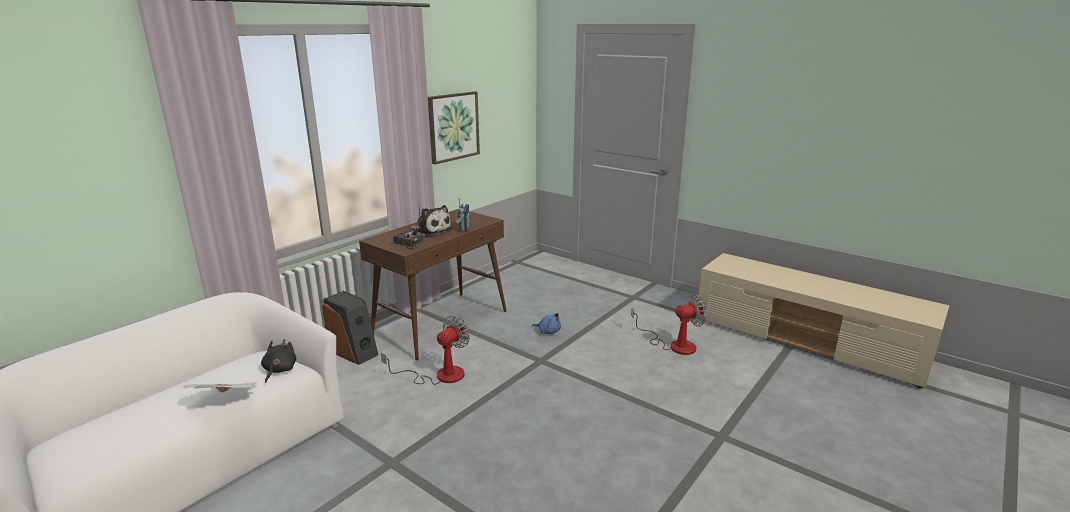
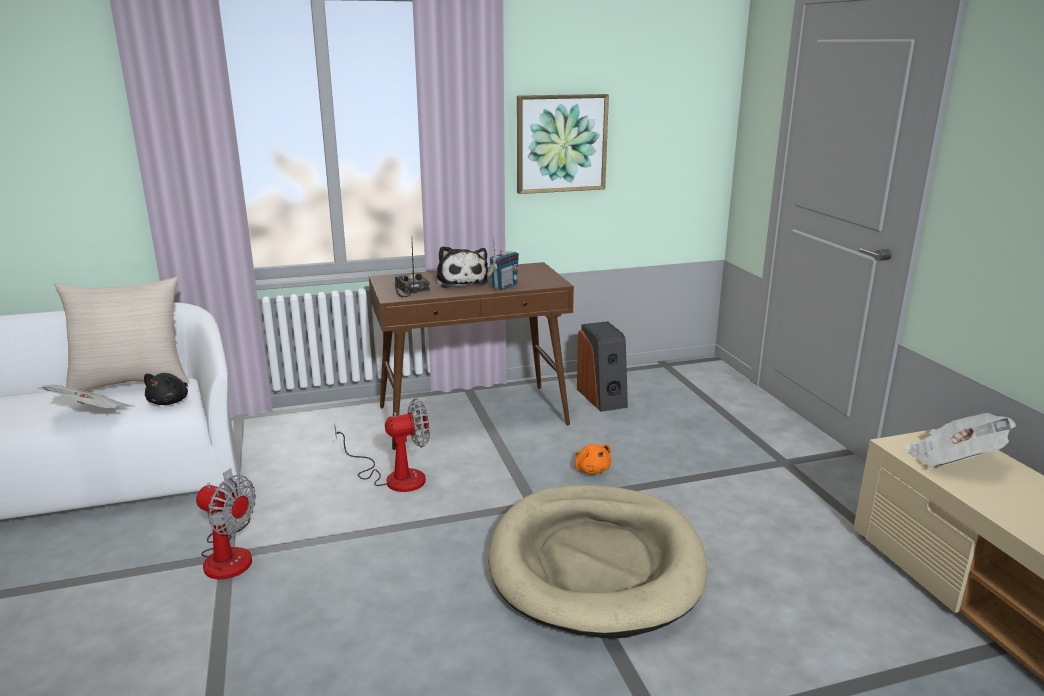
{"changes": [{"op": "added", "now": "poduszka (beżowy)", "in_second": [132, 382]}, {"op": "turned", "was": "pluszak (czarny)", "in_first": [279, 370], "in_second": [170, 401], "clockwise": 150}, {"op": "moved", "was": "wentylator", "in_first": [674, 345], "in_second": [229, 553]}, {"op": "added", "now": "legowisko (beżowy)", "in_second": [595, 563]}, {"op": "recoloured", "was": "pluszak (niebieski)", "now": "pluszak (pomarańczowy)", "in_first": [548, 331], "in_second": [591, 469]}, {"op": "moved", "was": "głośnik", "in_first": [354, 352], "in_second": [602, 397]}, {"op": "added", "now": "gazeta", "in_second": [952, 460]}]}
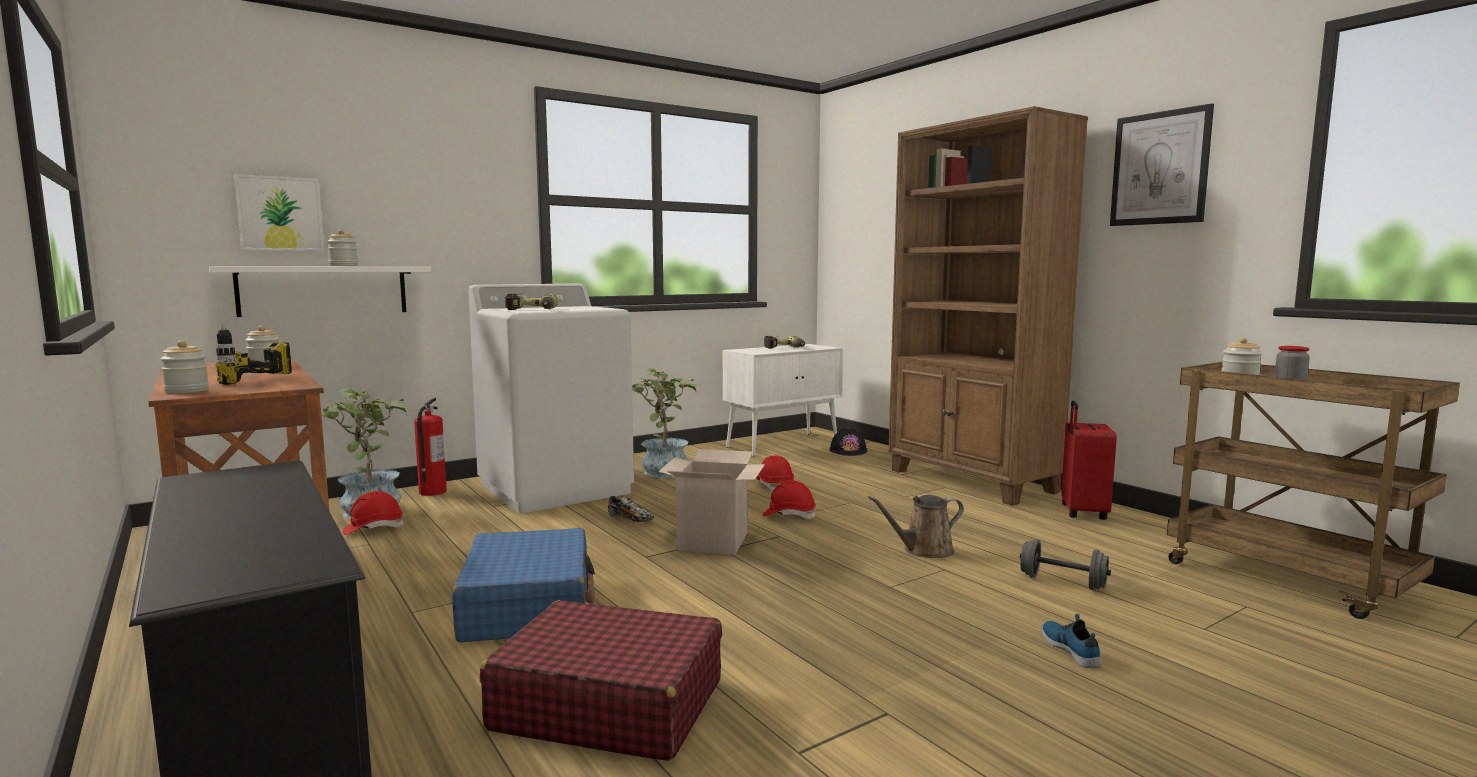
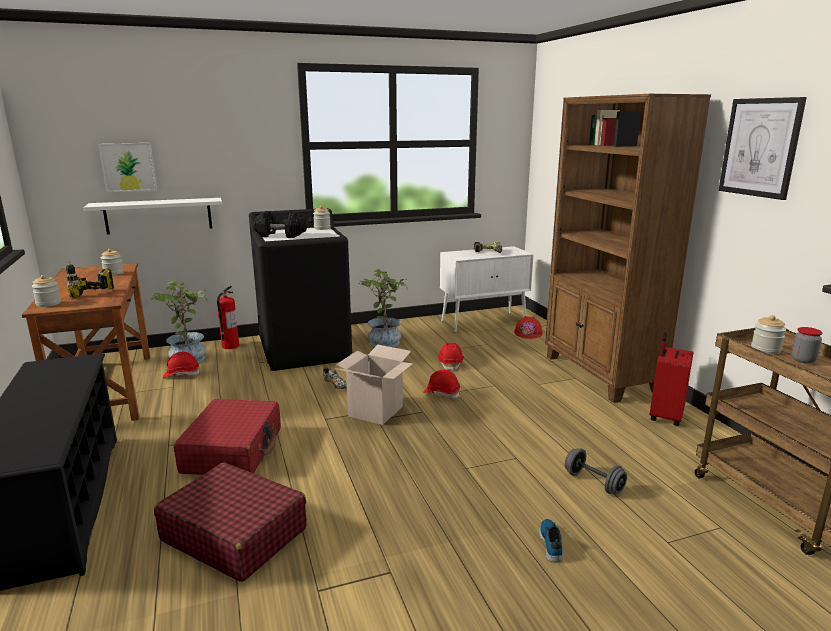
{"changes": [{"op": "recoloured", "was": "walizka (niebieski)", "now": "walizka (czerwony)", "in_first": [528, 606], "in_second": [233, 450]}, {"op": "recoloured", "was": "pralka (biały)", "now": "pralka (czarny)", "in_first": [556, 488], "in_second": [305, 351]}, {"op": "replaced", "was": "wiertarka", "now": "hantel (czarny)", "in_first": [531, 310], "in_second": [280, 235]}, {"op": "moved", "was": "słoik", "in_first": [343, 265], "in_second": [322, 228]}, {"op": "recoloured", "was": "kask (czarny)", "now": "kask (czerwony)", "in_first": [848, 450], "in_second": [528, 333]}, {"op": "removed", "was": "konewka (brązowy)", "in_first": [923, 551]}]}
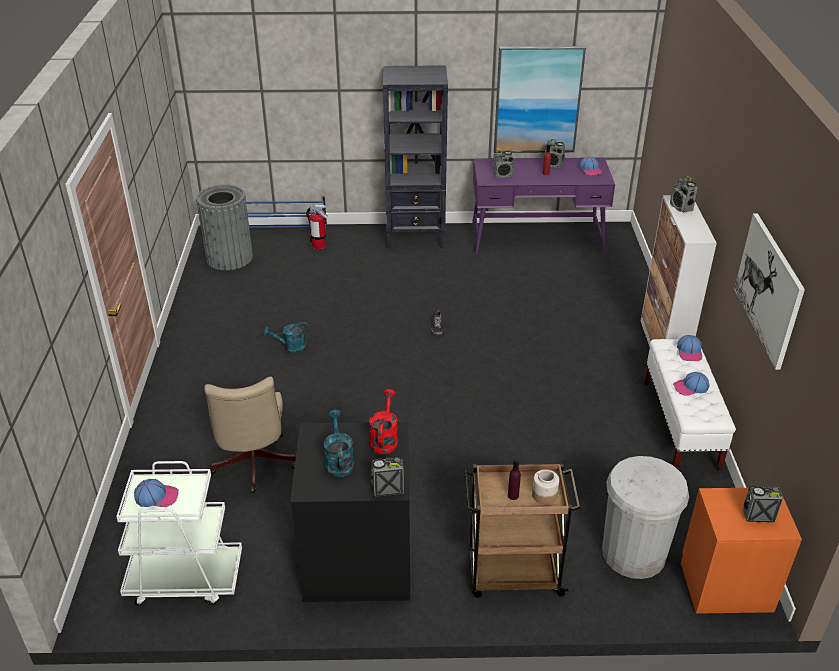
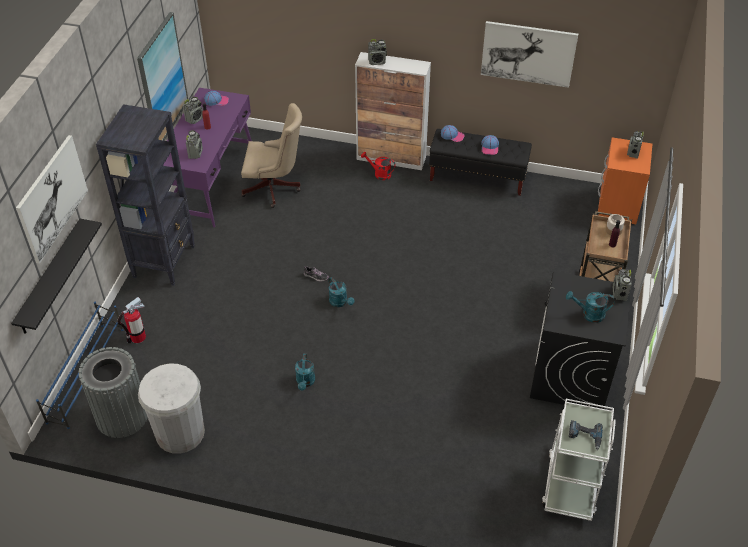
{"changes": [{"op": "added", "now": "półka (czarny)", "in_second": [50, 277]}, {"op": "added", "now": "obraz", "in_second": [52, 198]}, {"op": "moved", "was": "kosz na śmieci (biały)", "in_first": [633, 553], "in_second": [180, 433]}, {"op": "moved", "was": "krzesło biurowe (beżowy)", "in_first": [253, 466], "in_second": [274, 188]}, {"op": "added", "now": "konewka (turkusowy)", "in_second": [340, 302]}, {"op": "moved", "was": "konewka (czerwony)", "in_first": [384, 439], "in_second": [379, 174]}, {"op": "recoloured", "was": "ławka (biały)", "now": "ławka (czarny)", "in_first": [680, 425], "in_second": [477, 177]}, {"op": "replaced", "was": "czapka z daszkiem", "now": "wiertarka", "in_first": [157, 496], "in_second": [585, 436]}]}
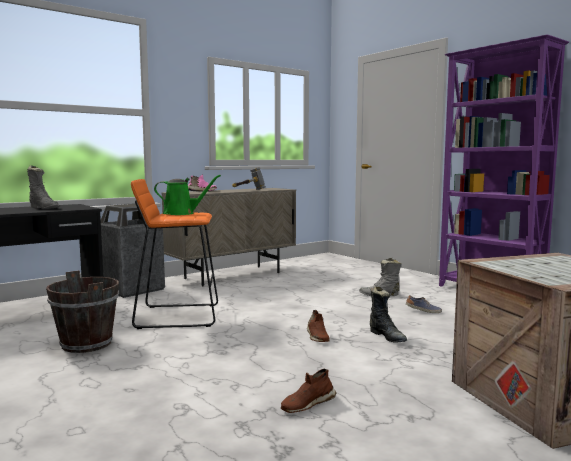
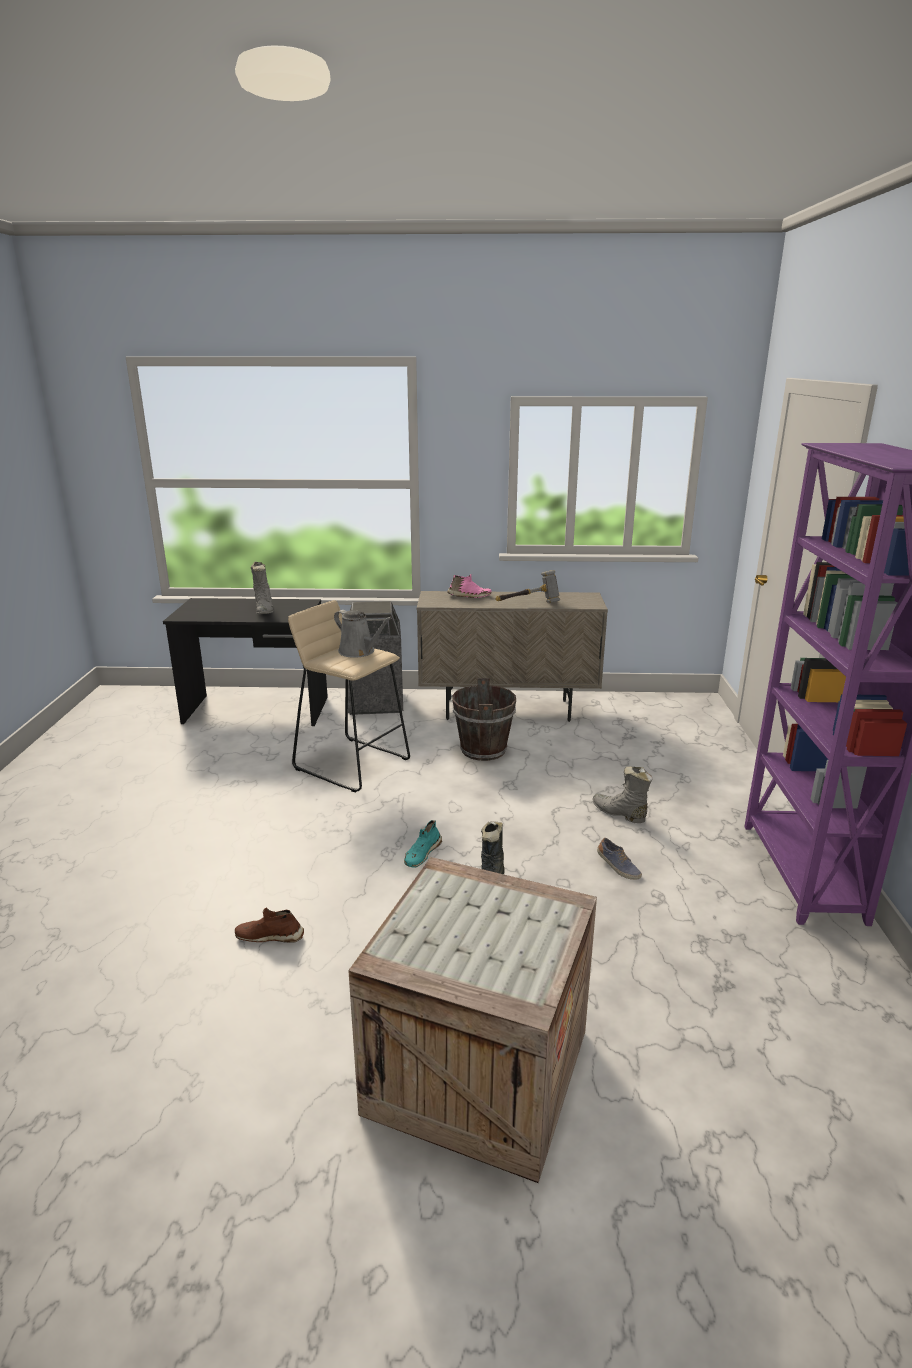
{"changes": [{"op": "recoloured", "was": "stołek (pomarańczowy)", "now": "stołek (beżowy)", "in_first": [177, 316], "in_second": [352, 763]}, {"op": "recoloured", "was": "konewka (zielony)", "now": "konewka (szary)", "in_first": [182, 213], "in_second": [359, 652]}, {"op": "recoloured", "was": "but (brązowy)", "now": "but (turkusowy)", "in_first": [317, 337], "in_second": [422, 854]}, {"op": "moved", "was": "wiadro (brązowy)", "in_first": [86, 344], "in_second": [483, 750]}]}
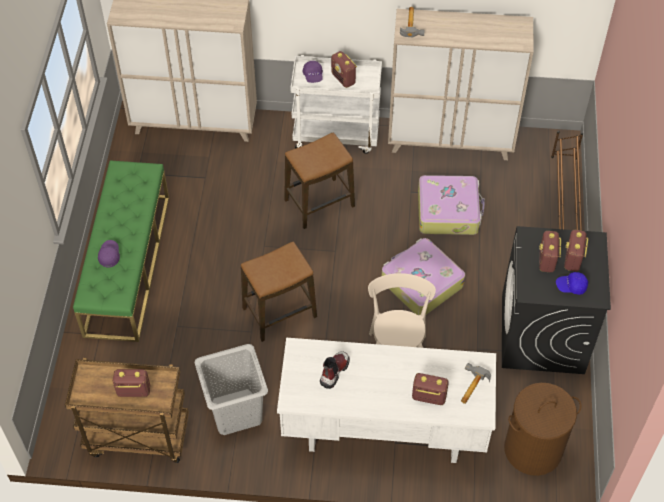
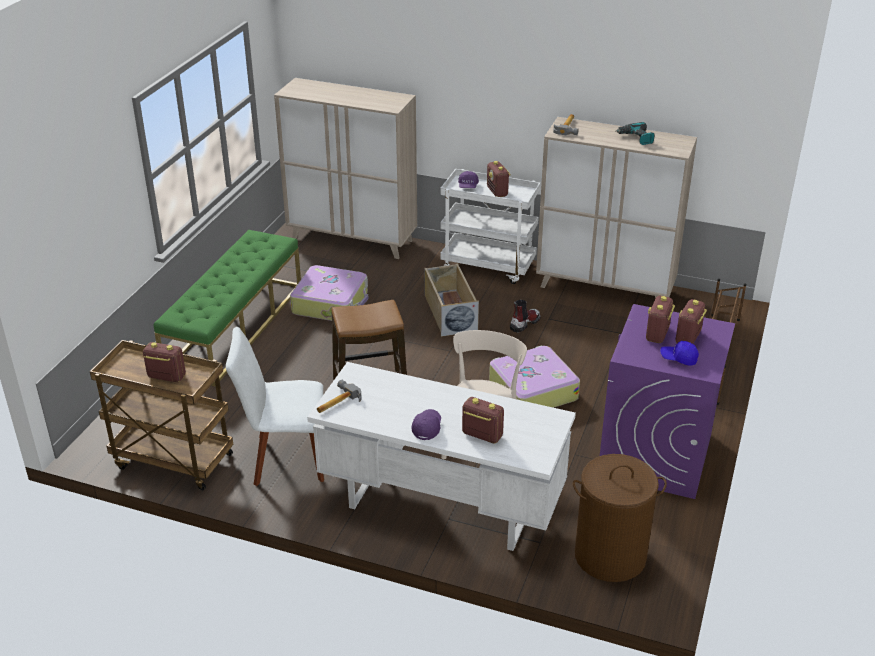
{"changes": [{"op": "replaced", "was": "kosz na pranie (szary)", "now": "krzesło (biały)", "in_first": [235, 411], "in_second": [285, 459]}, {"op": "moved", "was": "walizka", "in_first": [448, 211], "in_second": [331, 303]}, {"op": "moved", "was": "młotek", "in_first": [470, 386], "in_second": [336, 402]}, {"op": "moved", "was": "czapka z daszkiem (fioletowy)", "in_first": [109, 256], "in_second": [427, 428]}, {"op": "replaced", "was": "stołek", "now": "pojemnik do przechowywania (beżowy)", "in_first": [319, 203], "in_second": [449, 313]}, {"op": "moved", "was": "but z cholewką", "in_first": [334, 371], "in_second": [524, 323]}, {"op": "recoloured", "was": "pralka (czarny)", "now": "pralka (fioletowy)", "in_first": [543, 334], "in_second": [656, 455]}, {"op": "added", "now": "wiertarka", "in_second": [636, 138]}]}
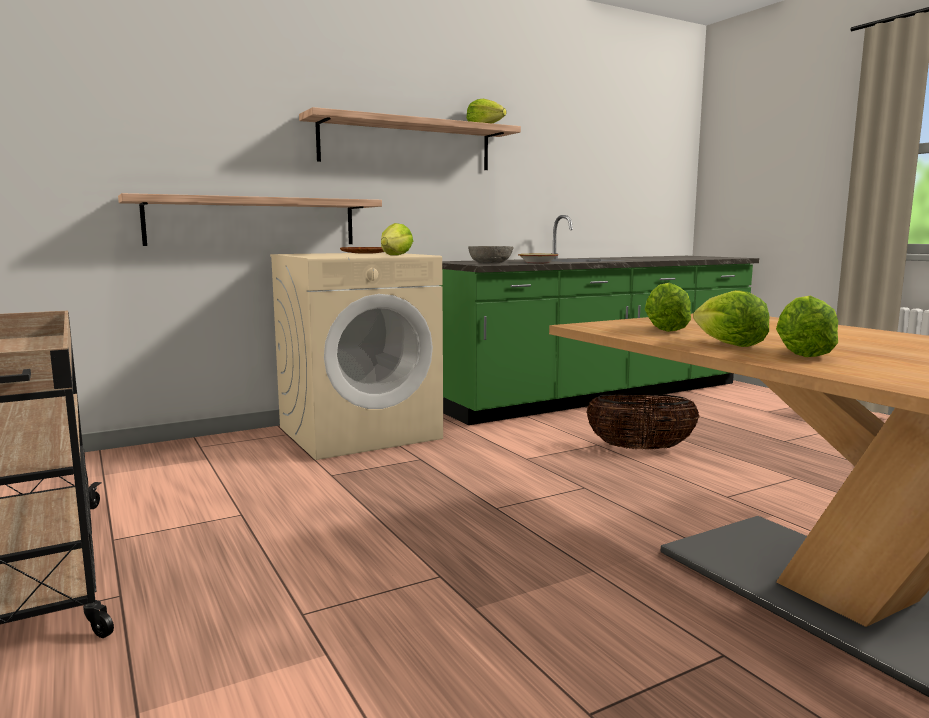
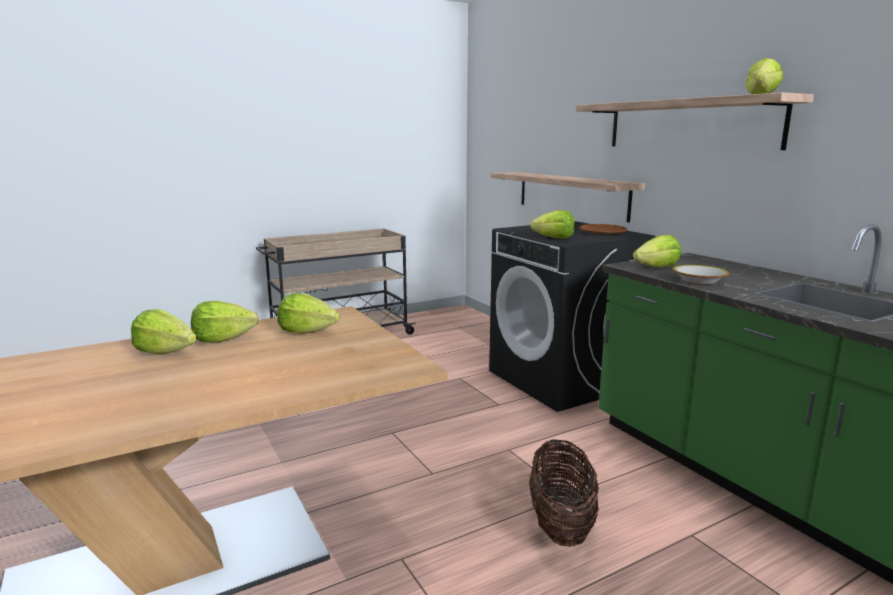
{"changes": [{"op": "recoloured", "was": "pralka (beżowy)", "now": "pralka (czarny)", "in_first": [360, 432], "in_second": [562, 380]}, {"op": "replaced", "was": "miska (szary)", "now": "sałata", "in_first": [490, 263], "in_second": [657, 267]}]}
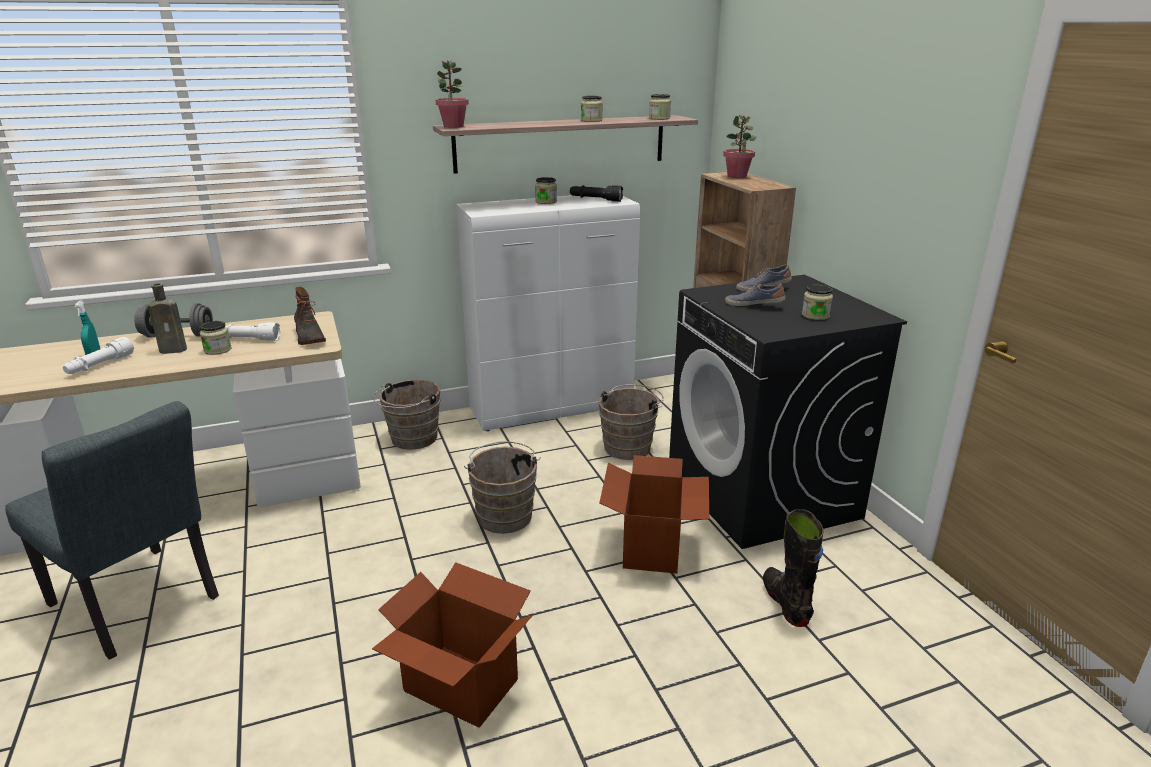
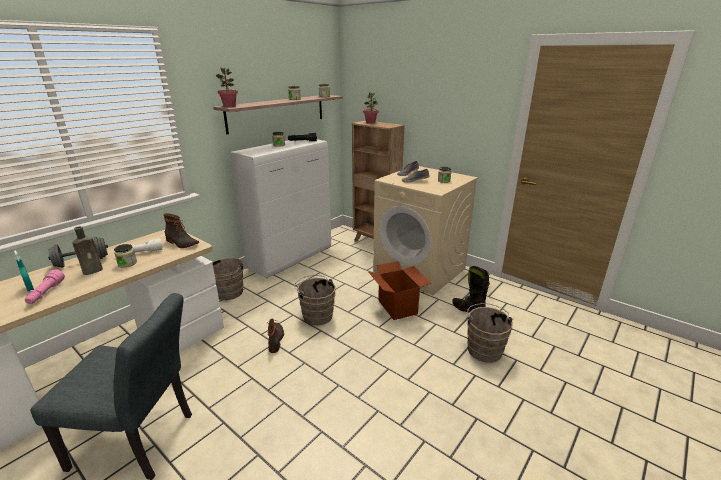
{"changes": [{"op": "recoloured", "was": "latarka (biały)", "now": "latarka (różowy)", "in_first": [100, 366], "in_second": [46, 293]}, {"op": "added", "now": "but z cholewką", "in_second": [276, 339]}, {"op": "recoloured", "was": "pralka (czarny)", "now": "pralka (beżowy)", "in_first": [763, 493], "in_second": [420, 270]}, {"op": "moved", "was": "wiadro (brązowy)", "in_first": [629, 446], "in_second": [484, 349]}, {"op": "removed", "was": "karton", "in_first": [460, 686]}]}
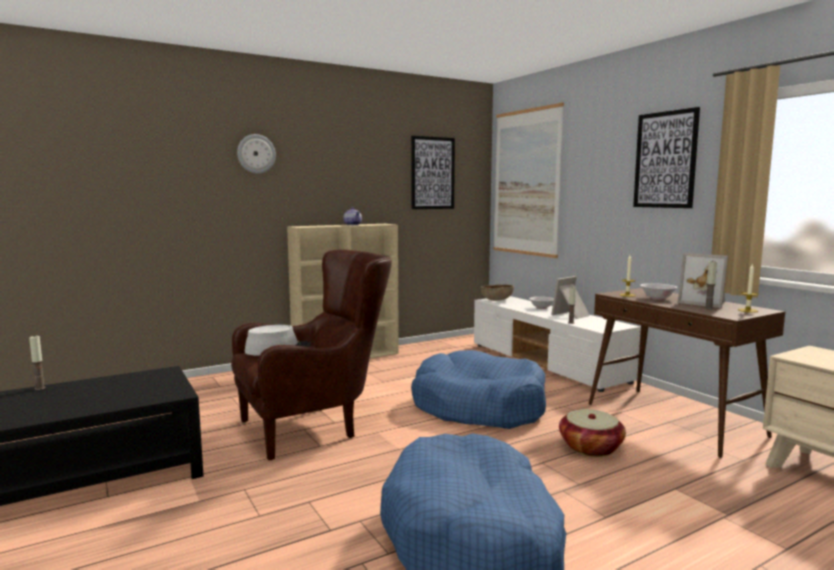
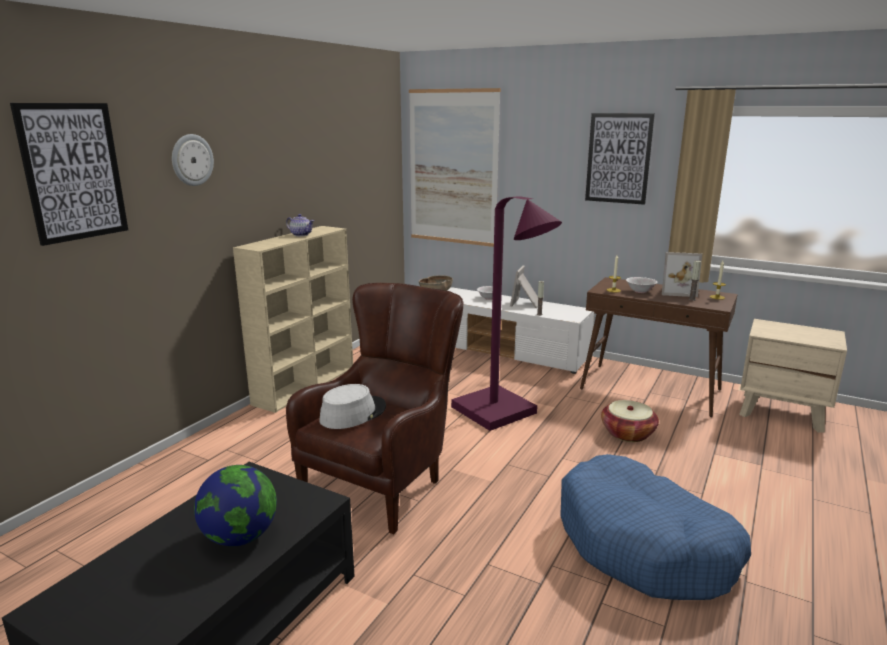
{"changes": [{"op": "moved", "was": "obraz", "in_first": [432, 173], "in_second": [73, 172]}, {"op": "added", "now": "globus", "in_second": [240, 537]}, {"op": "replaced", "was": "legowisko (niebieski)", "now": "lampa stojąca (fioletowy)", "in_first": [478, 406], "in_second": [501, 415]}, {"op": "removed", "was": "świeca", "in_first": [40, 388]}]}
